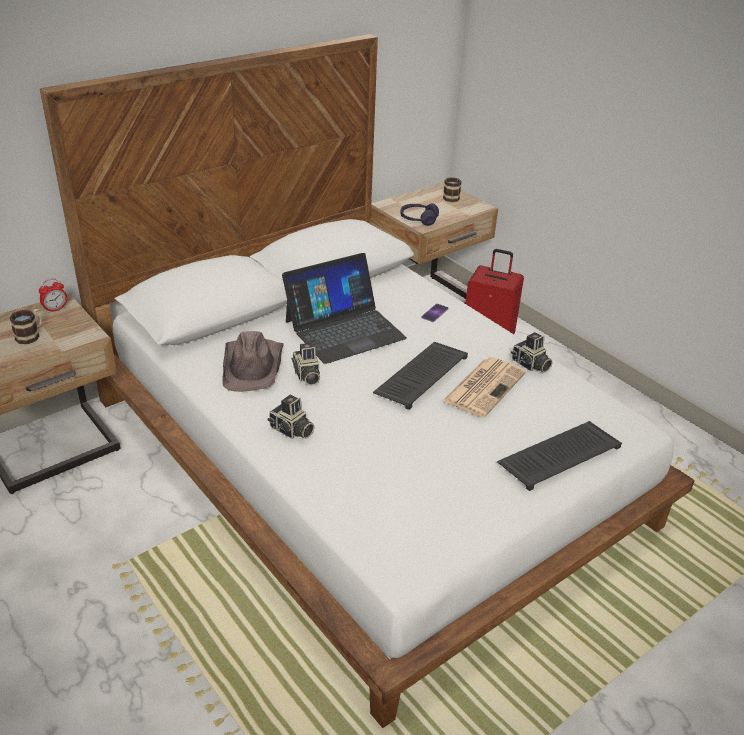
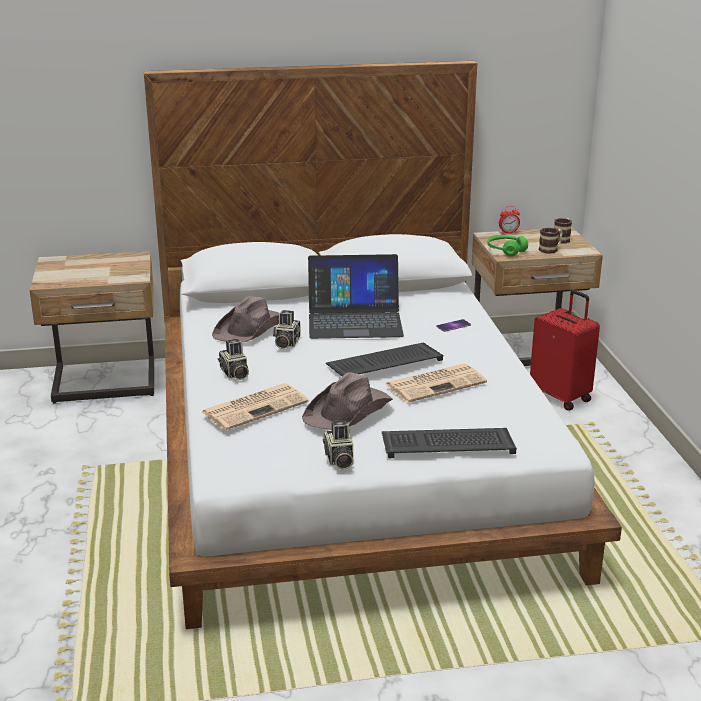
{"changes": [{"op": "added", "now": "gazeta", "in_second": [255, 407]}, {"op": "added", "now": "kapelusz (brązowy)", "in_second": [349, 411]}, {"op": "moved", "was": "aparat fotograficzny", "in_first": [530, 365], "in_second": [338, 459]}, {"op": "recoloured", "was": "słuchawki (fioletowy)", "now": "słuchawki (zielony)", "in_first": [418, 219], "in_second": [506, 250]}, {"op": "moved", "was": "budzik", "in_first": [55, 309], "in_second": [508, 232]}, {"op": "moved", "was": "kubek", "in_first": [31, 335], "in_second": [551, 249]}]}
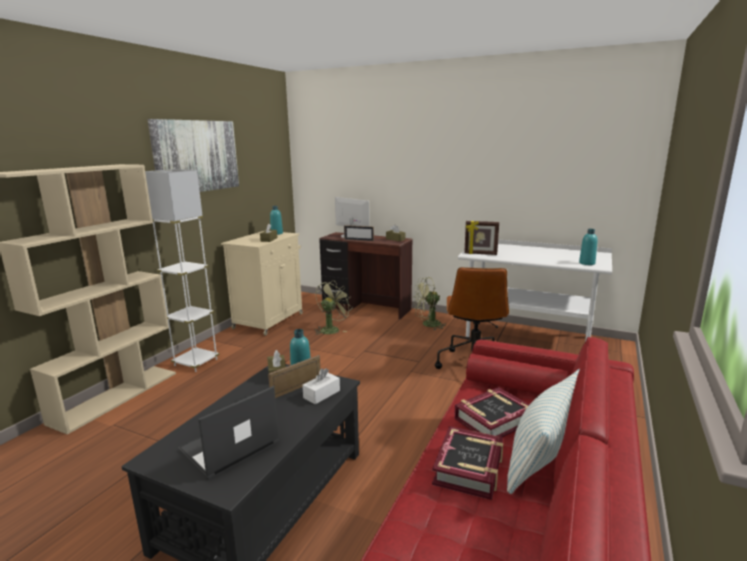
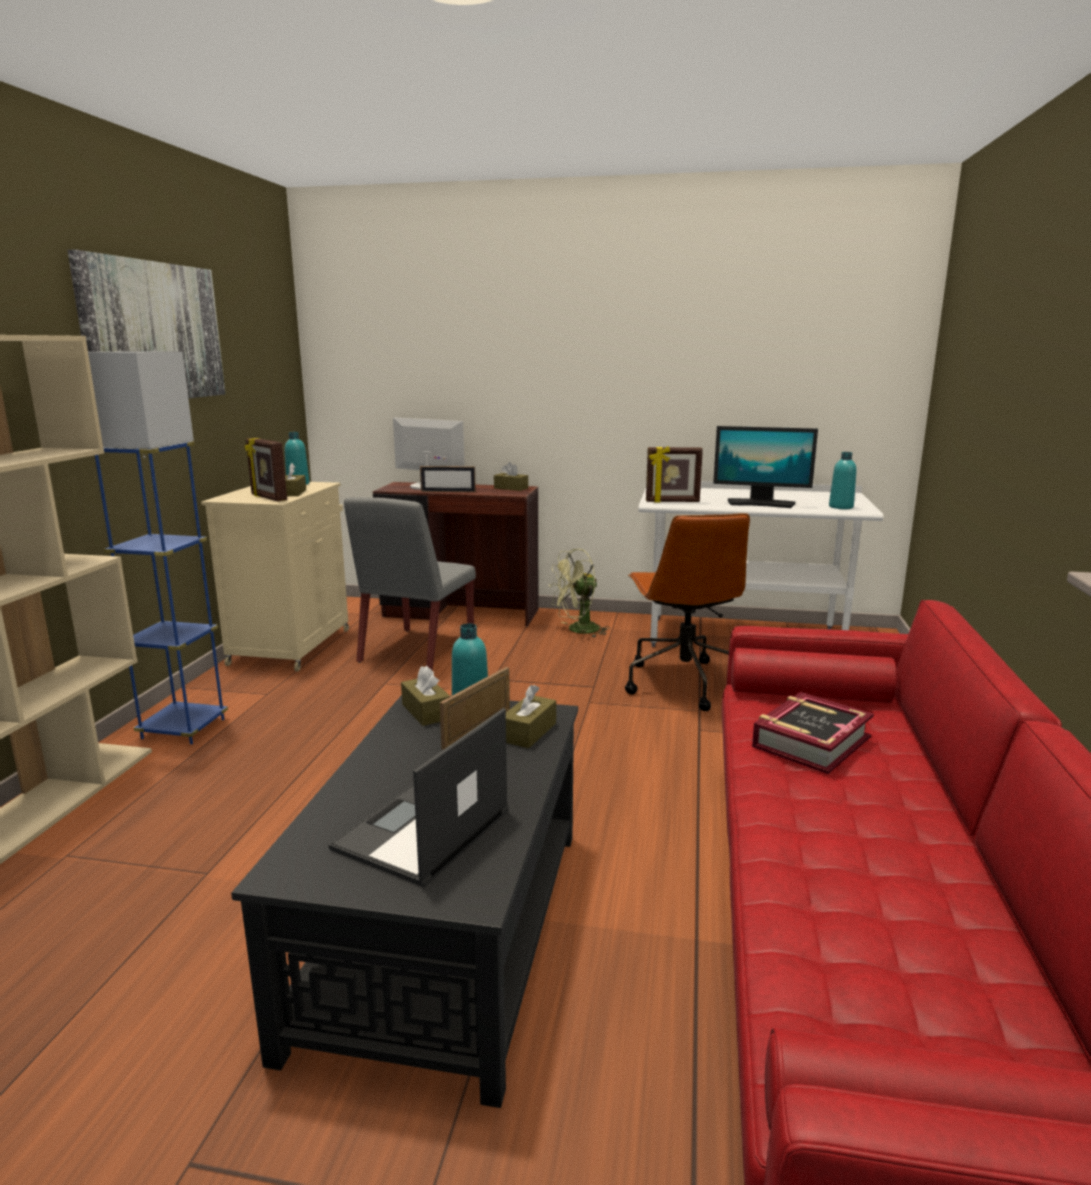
{"changes": [{"op": "recoloured", "was": "lampa stojąca (biały)", "now": "lampa stojąca (niebieski)", "in_first": [196, 362], "in_second": [183, 728]}, {"op": "added", "now": "ramka na zdjęcie", "in_second": [268, 498]}, {"op": "replaced", "was": "wentylator (zielony)", "now": "krzesło (szary)", "in_first": [331, 329], "in_second": [416, 650]}, {"op": "recoloured", "was": "pudełko chusteczek (biały)", "now": "pudełko chusteczek (brązowy)", "in_first": [321, 394], "in_second": [528, 732]}, {"op": "added", "now": "monitor", "in_second": [760, 504]}, {"op": "removed", "was": "książka", "in_first": [469, 468]}, {"op": "removed", "was": "poduszka", "in_first": [542, 457]}]}
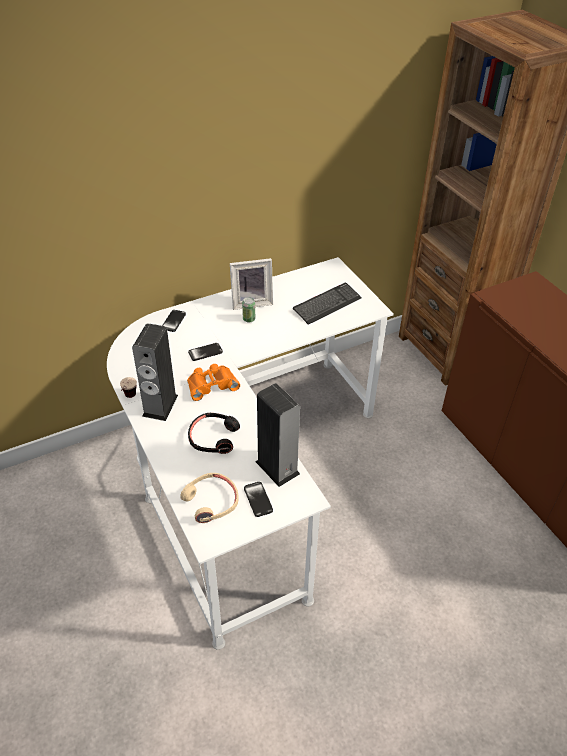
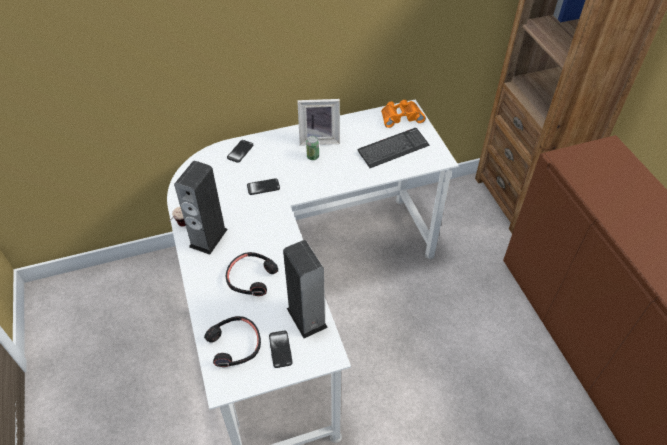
{"changes": [{"op": "recoloured", "was": "słuchawki (beżowy)", "now": "słuchawki (czarny)", "in_first": [211, 501], "in_second": [235, 345]}, {"op": "moved", "was": "lornetka (pomarańczowy)", "in_first": [211, 384], "in_second": [400, 116]}]}
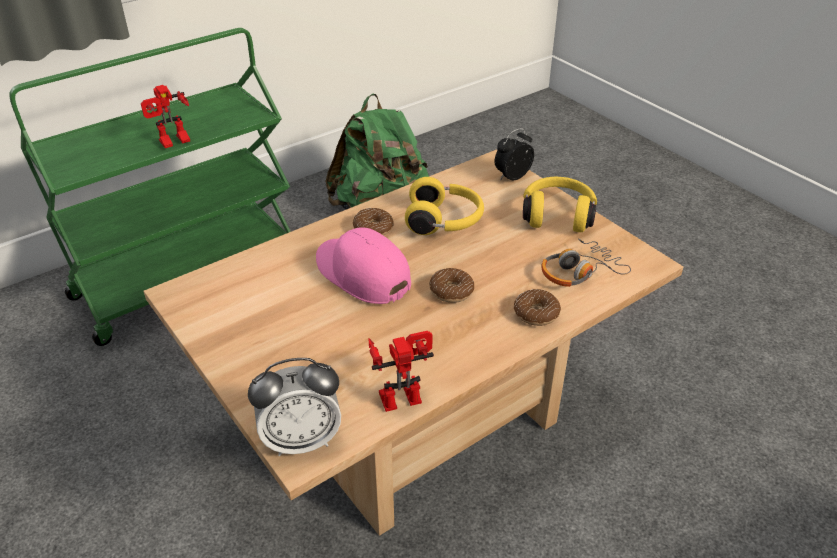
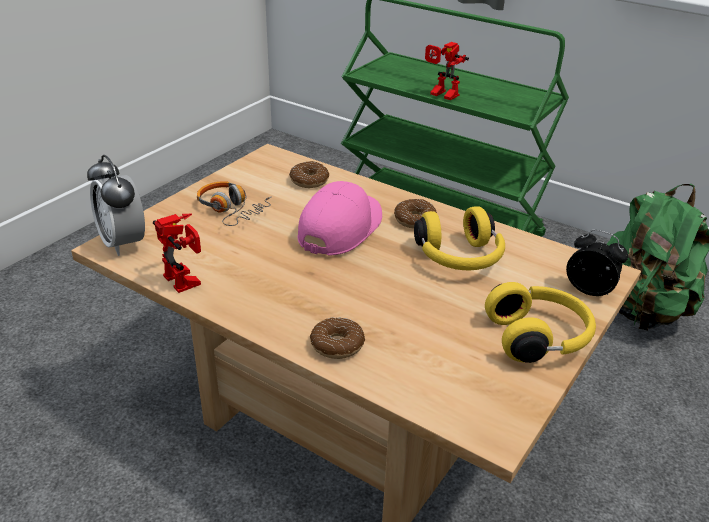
{"changes": [{"op": "moved", "was": "słuchawki", "in_first": [579, 272], "in_second": [231, 210]}, {"op": "moved", "was": "donut", "in_first": [451, 291], "in_second": [309, 181]}]}
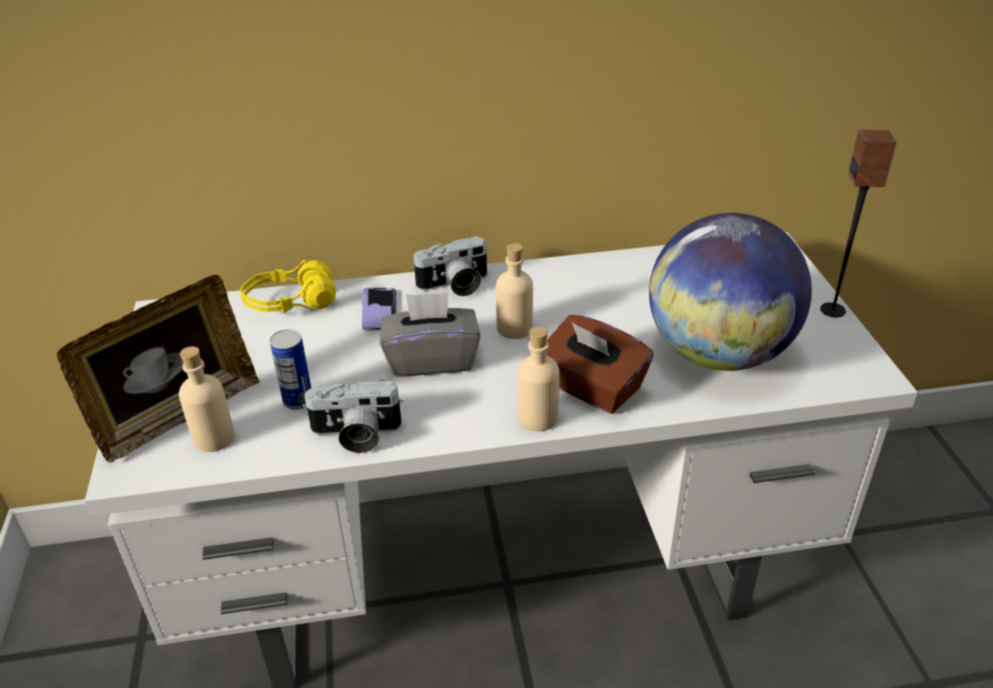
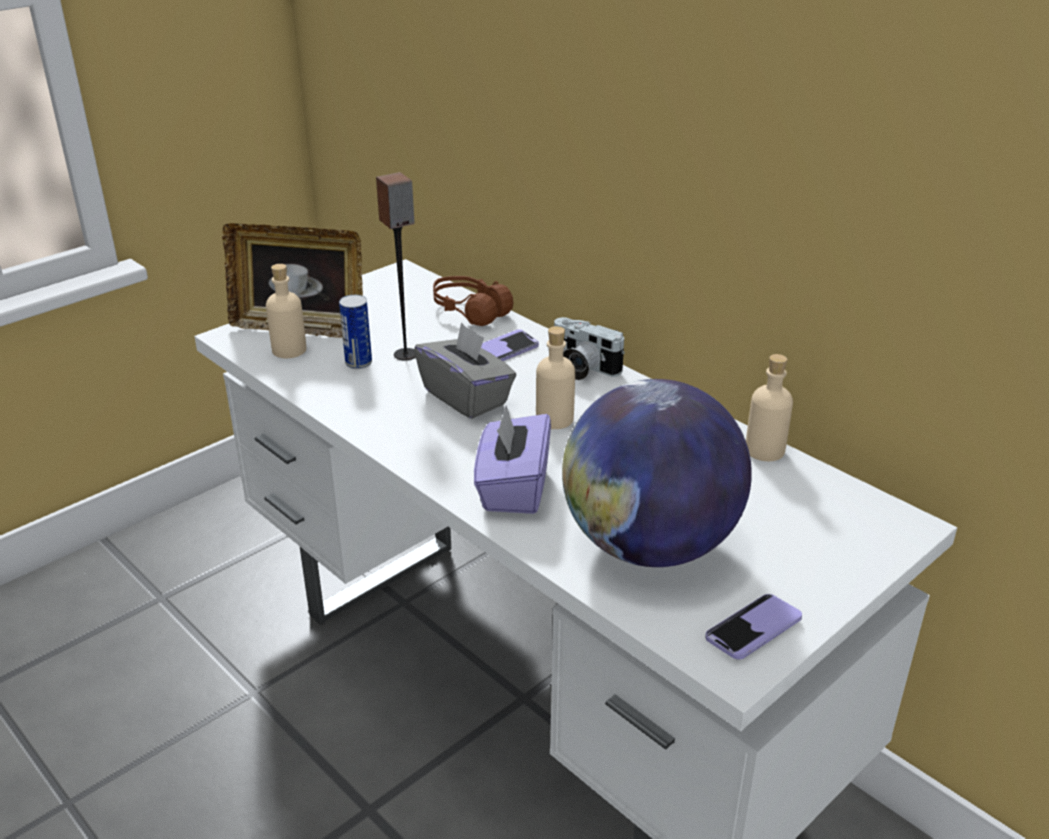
{"changes": [{"op": "moved", "was": "głośnik", "in_first": [833, 310], "in_second": [405, 355]}, {"op": "recoloured", "was": "słuchawki (żółty)", "now": "słuchawki (brązowy)", "in_first": [290, 303], "in_second": [469, 311]}, {"op": "recoloured", "was": "pudełko chusteczek (brązowy)", "now": "pudełko chusteczek (fioletowy)", "in_first": [591, 388], "in_second": [513, 488]}, {"op": "added", "now": "telefon", "in_second": [753, 629]}, {"op": "moved", "was": "butelka (beżowy)", "in_first": [538, 418], "in_second": [764, 450]}, {"op": "removed", "was": "aparat fotograficzny", "in_first": [355, 435]}]}
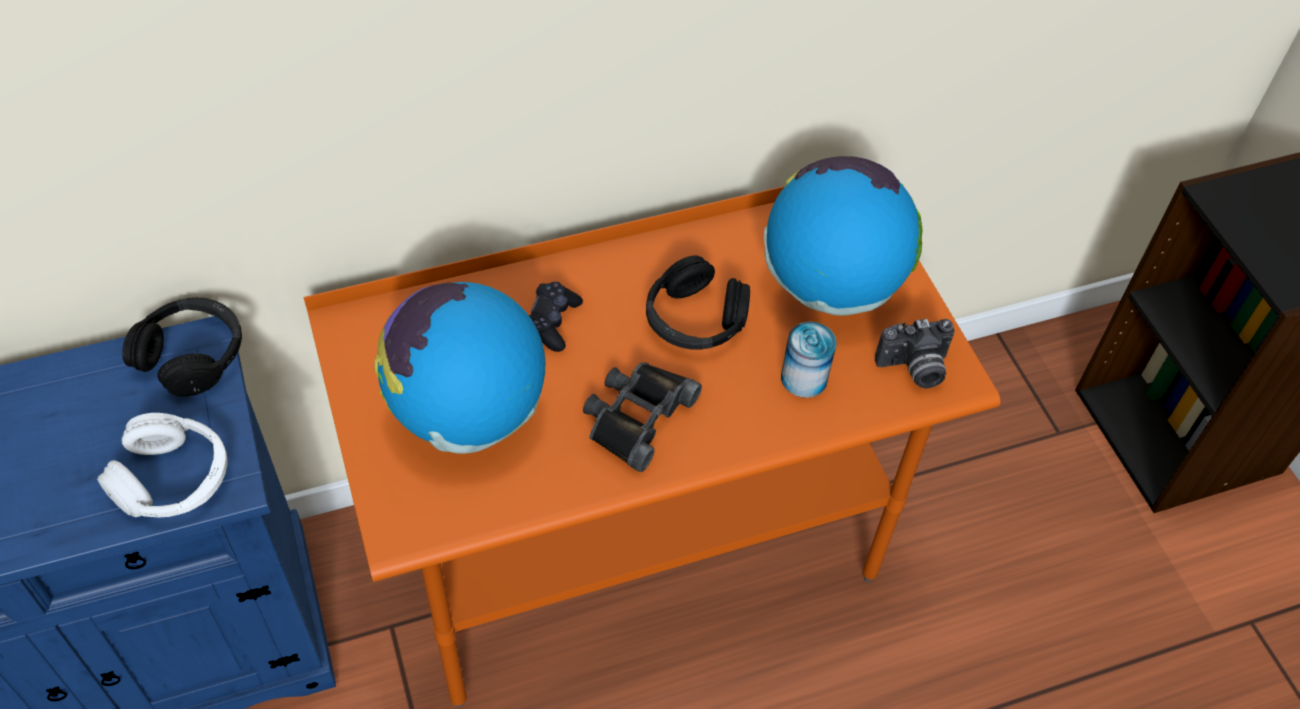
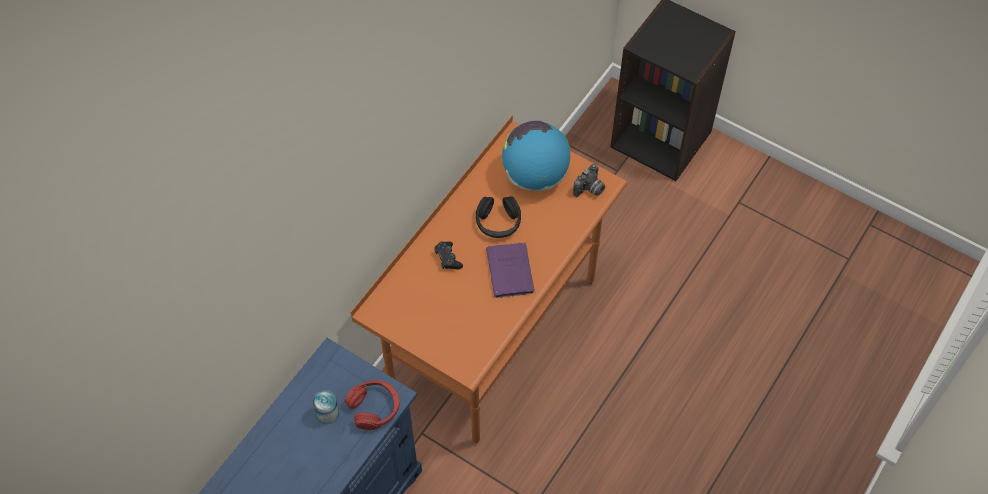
{"changes": [{"op": "moved", "was": "puszka", "in_first": [804, 378], "in_second": [327, 413]}, {"op": "recoloured", "was": "słuchawki (biały)", "now": "słuchawki (czerwony)", "in_first": [173, 479], "in_second": [374, 408]}, {"op": "replaced", "was": "lornetka (czarny)", "now": "książka (fioletowy)", "in_first": [636, 416], "in_second": [510, 273]}, {"op": "removed", "was": "słuchawki (czarny)", "in_first": [192, 355]}, {"op": "removed", "was": "globus", "in_first": [468, 412]}]}
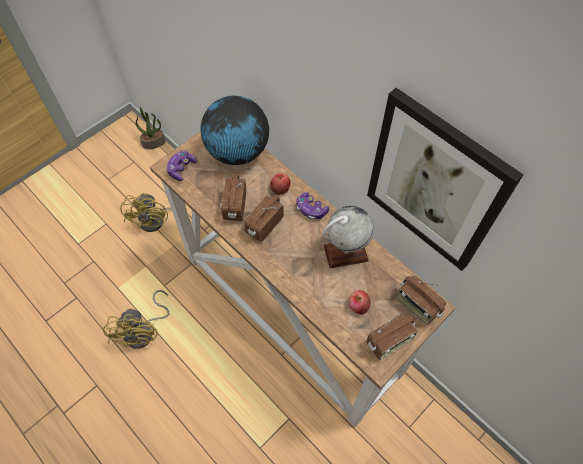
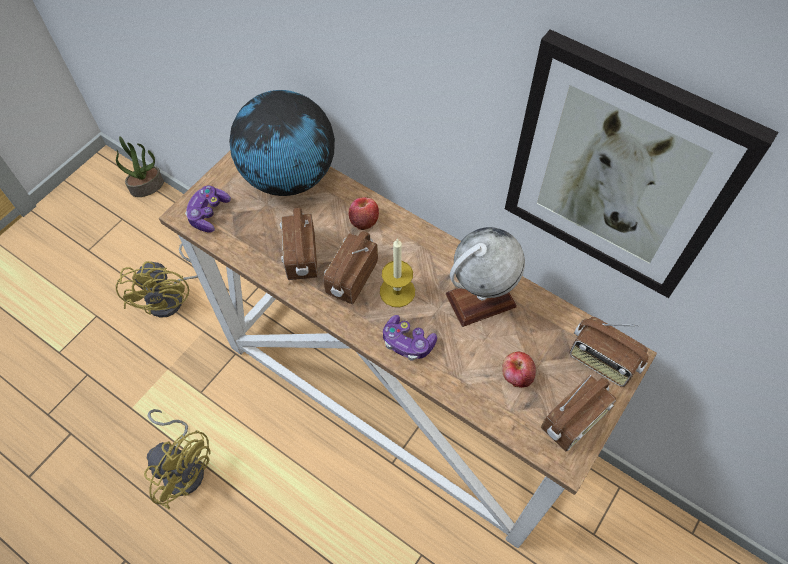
{"changes": [{"op": "turned", "was": "wentylator (żółty)", "in_first": [144, 331], "in_second": [184, 466], "clockwise": -45}, {"op": "added", "now": "świeca", "in_second": [397, 291]}, {"op": "moved", "was": "pad do gier", "in_first": [311, 210], "in_second": [407, 342]}]}
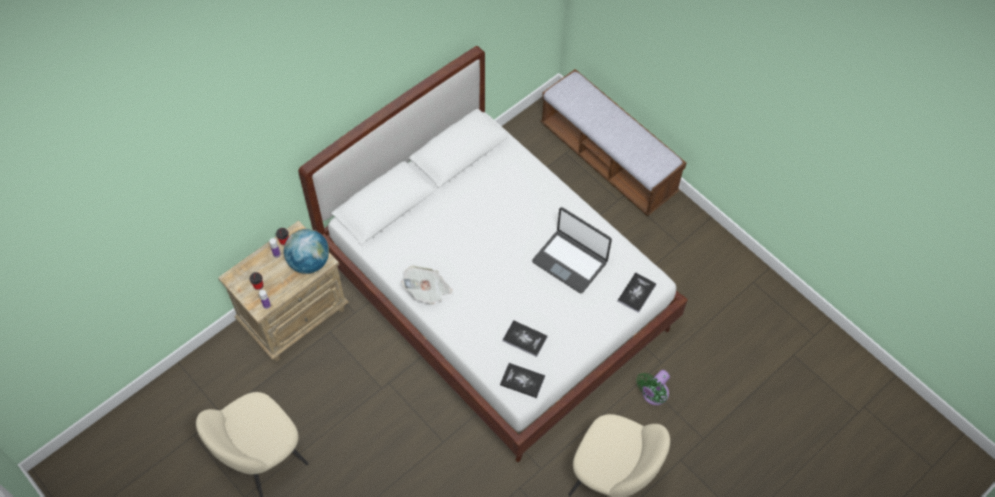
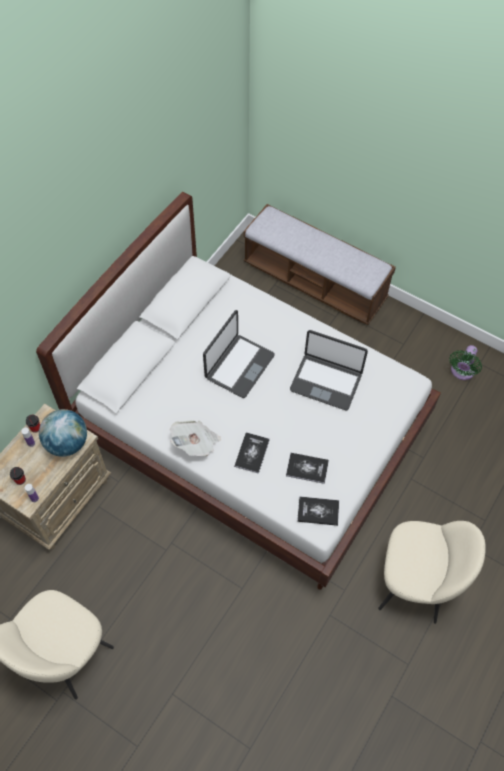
{"changes": [{"op": "added", "now": "laptop", "in_second": [239, 366]}, {"op": "moved", "was": "książka", "in_first": [636, 293], "in_second": [252, 453]}, {"op": "moved", "was": "wentylator (zielony)", "in_first": [653, 395], "in_second": [461, 372]}]}
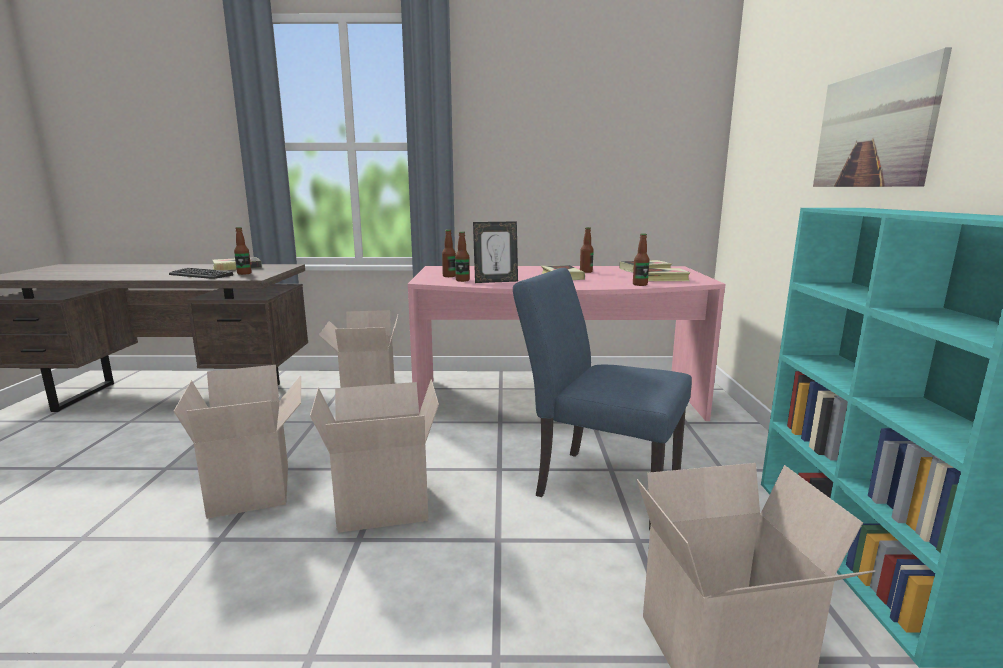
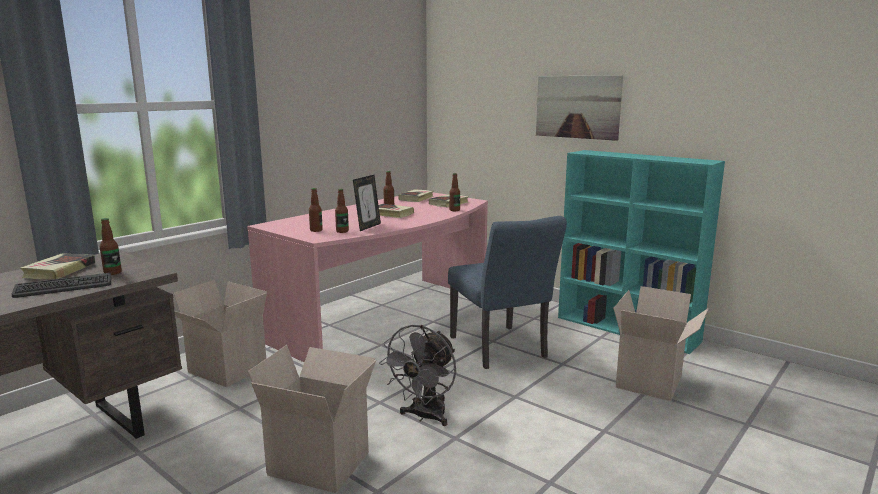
{"changes": [{"op": "replaced", "was": "karton", "now": "wentylator (szary)", "in_first": [384, 503], "in_second": [424, 417]}, {"op": "turned", "was": "krzesło (niebieski)", "in_first": [597, 484], "in_second": [501, 350], "clockwise": -90}]}
